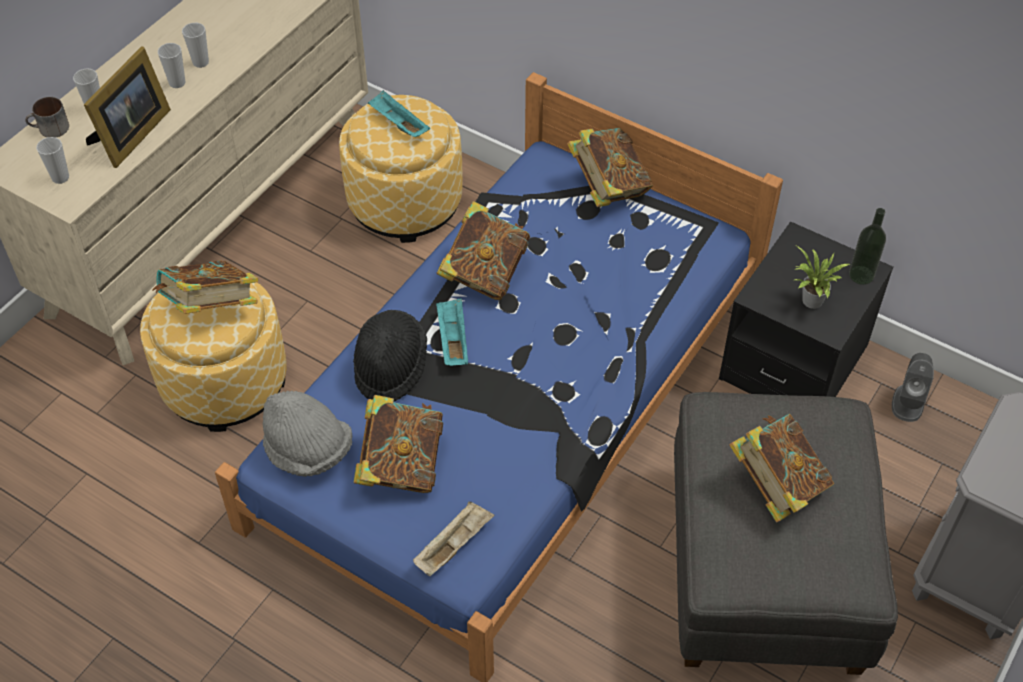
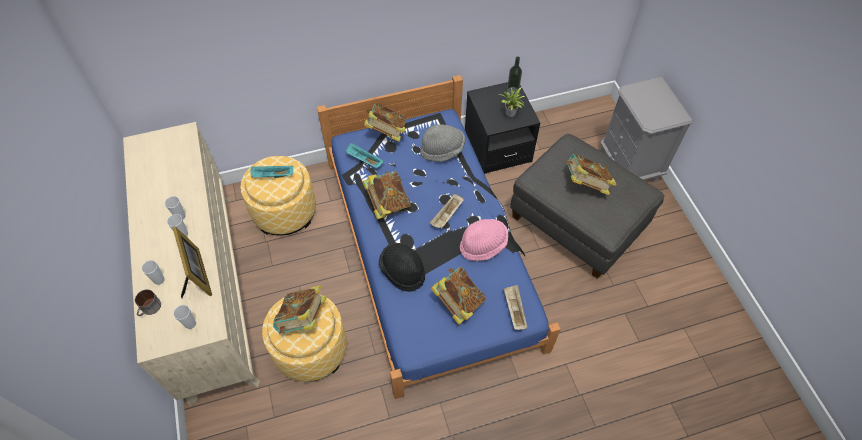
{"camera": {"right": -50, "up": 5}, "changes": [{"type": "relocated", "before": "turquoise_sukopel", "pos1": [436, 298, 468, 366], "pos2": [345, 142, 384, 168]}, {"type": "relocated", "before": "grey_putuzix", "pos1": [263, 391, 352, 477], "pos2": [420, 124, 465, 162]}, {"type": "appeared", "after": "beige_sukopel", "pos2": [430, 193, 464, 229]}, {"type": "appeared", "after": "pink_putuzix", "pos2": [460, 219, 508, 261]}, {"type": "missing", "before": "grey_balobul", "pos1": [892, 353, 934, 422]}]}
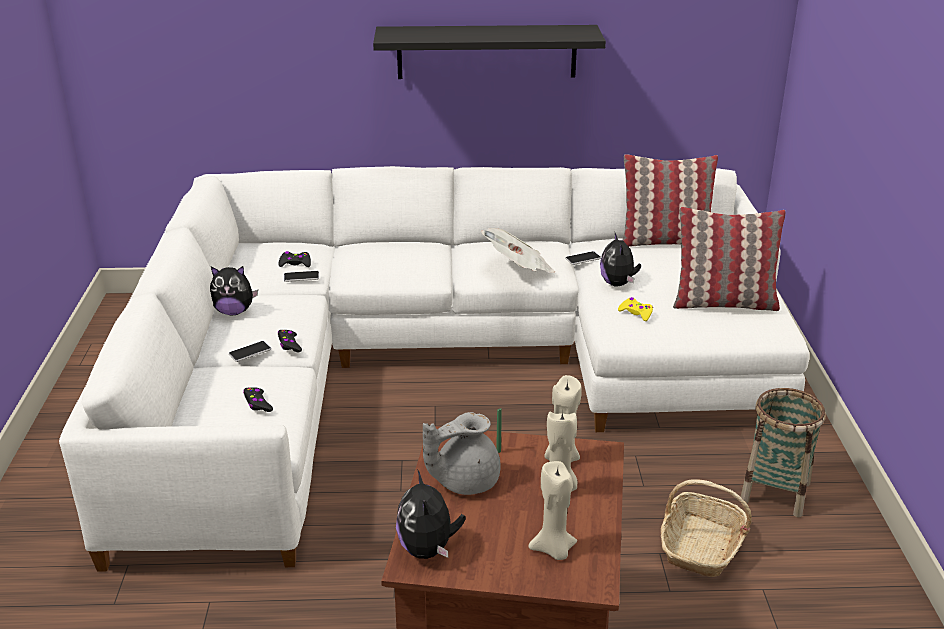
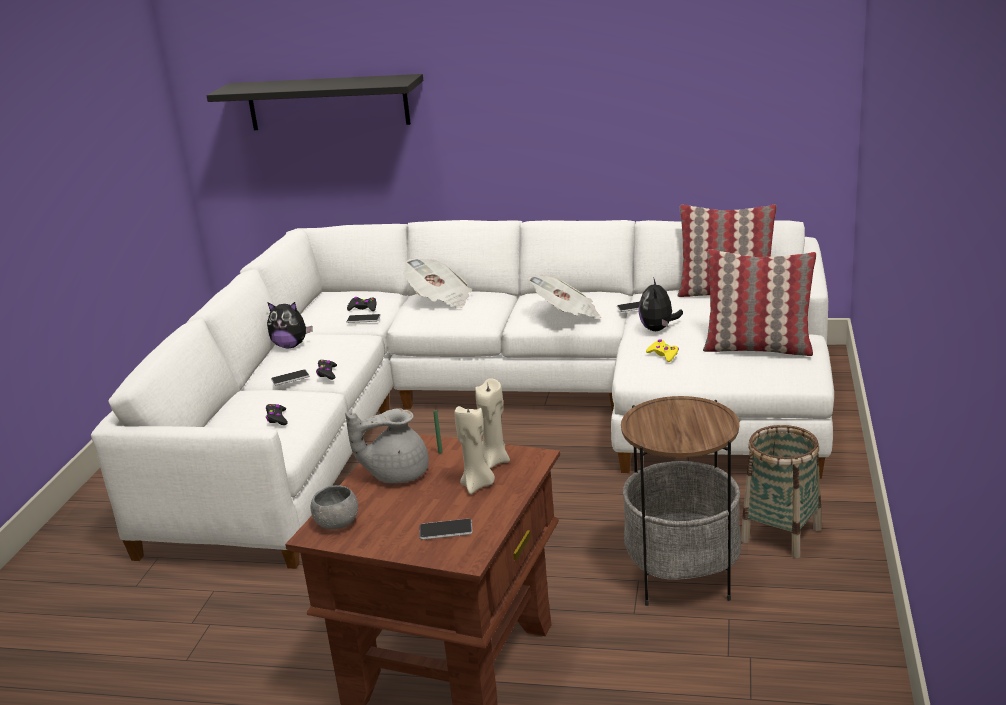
{"camera": {"right": 15, "up": -5}, "changes": [{"type": "relocated", "before": "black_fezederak", "pos1": [373, 25, 606, 79], "pos2": [206, 74, 423, 130]}, {"type": "exchanged", "before": "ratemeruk", "after": "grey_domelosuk", "pos1": [396, 469, 466, 559], "pos2": [310, 485, 358, 529]}, {"type": "appeared", "after": "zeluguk", "pos2": [403, 258, 472, 308]}, {"type": "exchanged", "before": "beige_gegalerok", "after": "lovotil", "pos1": [528, 461, 577, 560], "pos2": [419, 519, 473, 540]}, {"type": "exchanged", "before": "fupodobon", "after": "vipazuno", "pos1": [661, 479, 752, 577], "pos2": [621, 396, 741, 606]}]}
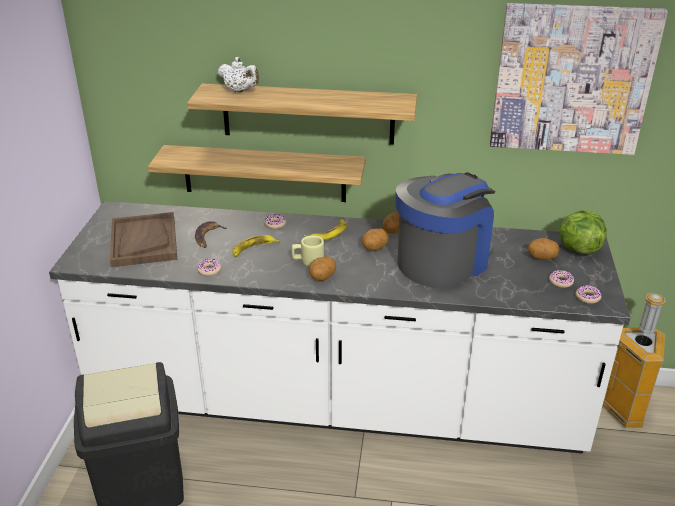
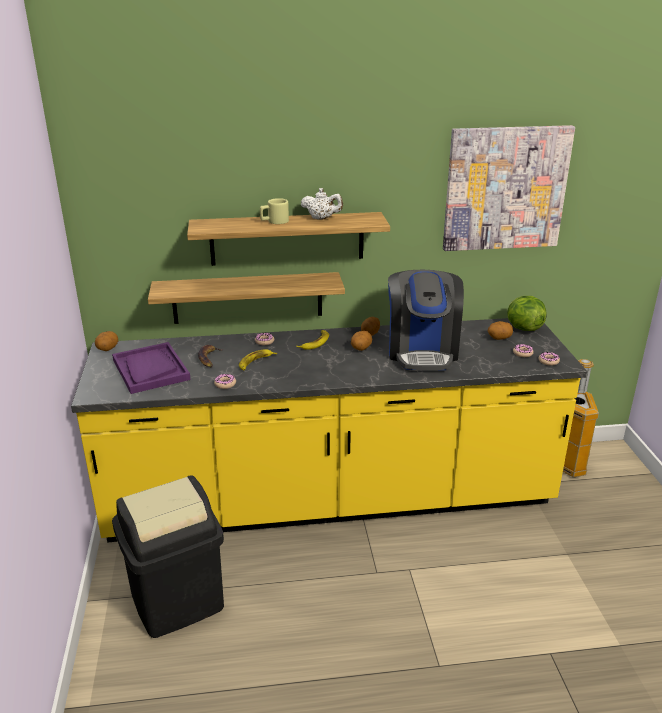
{"camera": {"right": -15, "up": -5}, "changes": [{"type": "colour", "before": "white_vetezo", "after": "yellow_vetezo", "pos1": [49, 201, 630, 454], "pos2": [71, 318, 587, 543]}, {"type": "relocated", "before": "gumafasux", "pos1": [309, 256, 336, 281], "pos2": [95, 331, 118, 351]}, {"type": "colour", "before": "brown_sukopel", "after": "purple_sukopel", "pos1": [110, 212, 177, 267], "pos2": [112, 342, 191, 394]}, {"type": "relocated", "before": "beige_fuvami", "pos1": [291, 235, 324, 266], "pos2": [260, 198, 289, 224]}, {"type": "relocated", "before": "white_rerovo", "pos1": [218, 57, 259, 92], "pos2": [301, 188, 343, 220]}, {"type": "spun", "before": "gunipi", "pos1": [396, 173, 496, 289], "pos2": [388, 270, 464, 370], "turn": 150}]}
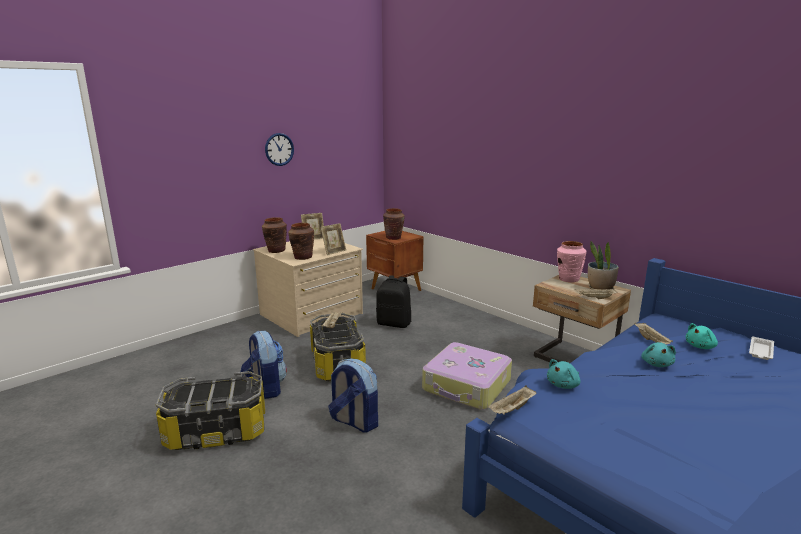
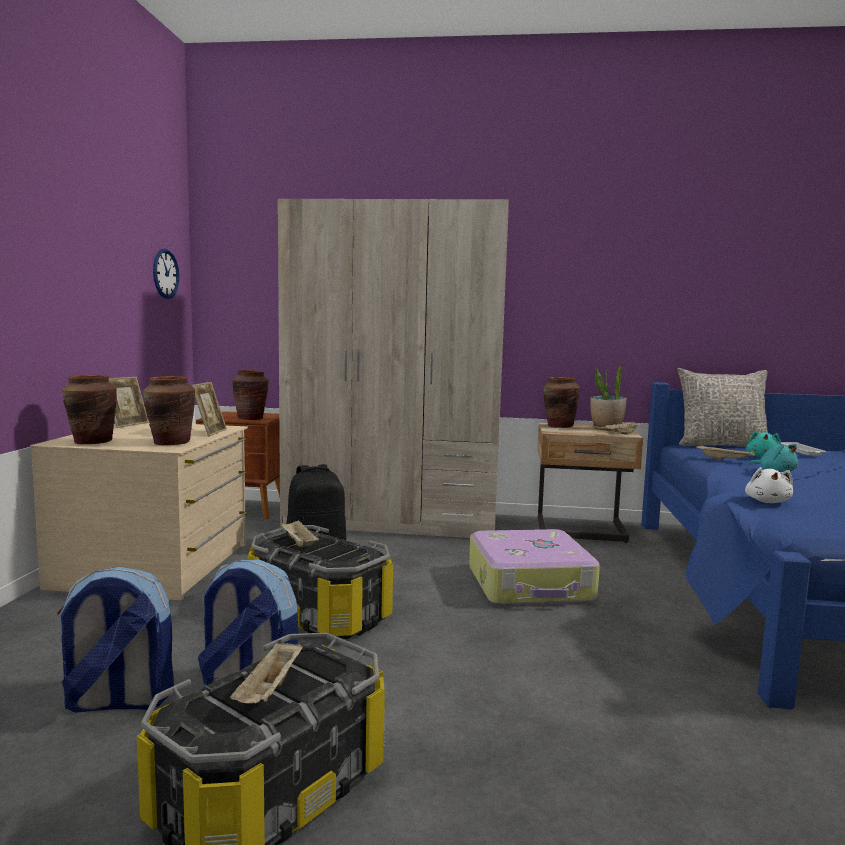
{"camera": {"right": -40, "up": -10}, "changes": [{"type": "relocated", "before": "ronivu", "pos1": [328, 358, 378, 433], "pos2": [57, 567, 174, 713]}, {"type": "relocated", "before": "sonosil", "pos1": [265, 133, 294, 166], "pos2": [153, 249, 179, 299]}, {"type": "relocated", "before": "beige_sukopel", "pos1": [488, 386, 536, 415], "pos2": [230, 640, 303, 703]}, {"type": "appeared", "after": "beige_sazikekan", "pos2": [278, 199, 509, 538]}, {"type": "colour", "before": "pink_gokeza", "after": "brown_gokeza", "pos1": [557, 241, 587, 282], "pos2": [543, 377, 580, 428]}, {"type": "appeared", "after": "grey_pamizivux", "pos2": [677, 368, 768, 447]}, {"type": "colour", "before": "turquoise_ratemeruk", "after": "white_ratemeruk", "pos1": [547, 359, 581, 389], "pos2": [745, 467, 793, 503]}]}
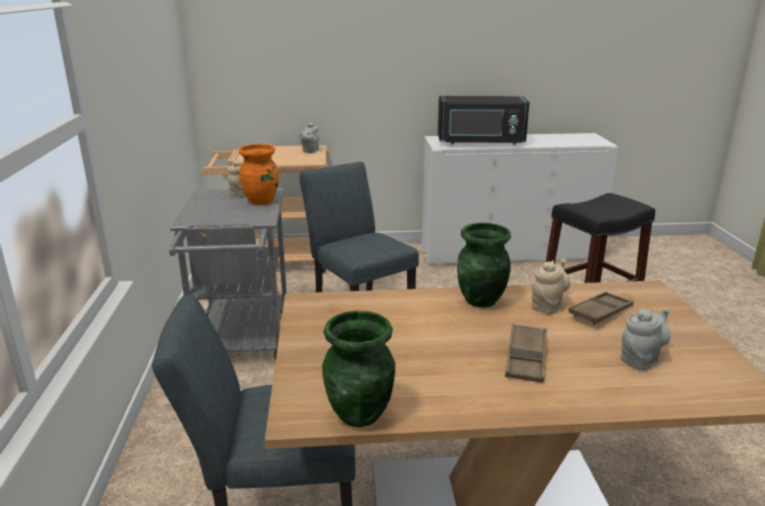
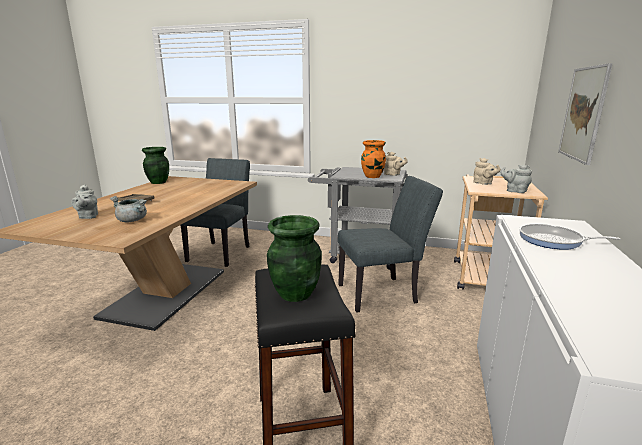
{"camera": {"right": 110, "up": -5}, "changes": [{"type": "exchanged", "before": "brown_sukopel", "after": "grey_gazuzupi", "pos1": [569, 292, 633, 324], "pos2": [110, 196, 147, 222]}, {"type": "relocated", "before": "green_gokeza", "pos1": [457, 223, 511, 308], "pos2": [267, 215, 322, 302]}, {"type": "relocated", "before": "beige_rerovo", "pos1": [532, 259, 570, 314], "pos2": [473, 158, 501, 185]}, {"type": "exchanged", "before": "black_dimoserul", "after": "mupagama", "pos1": [438, 96, 530, 145], "pos2": [519, 224, 620, 250]}, {"type": "appeared", "after": "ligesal", "pos2": [558, 63, 613, 165]}]}
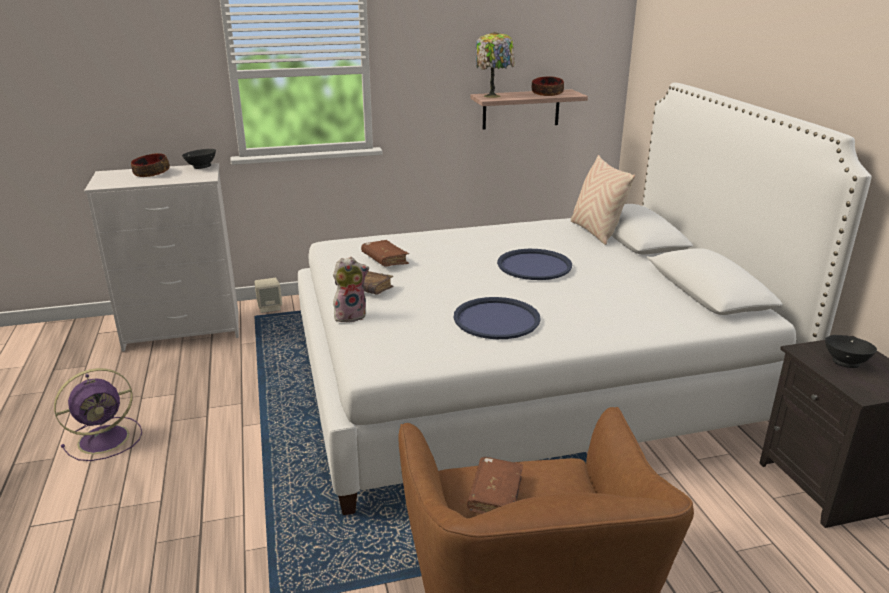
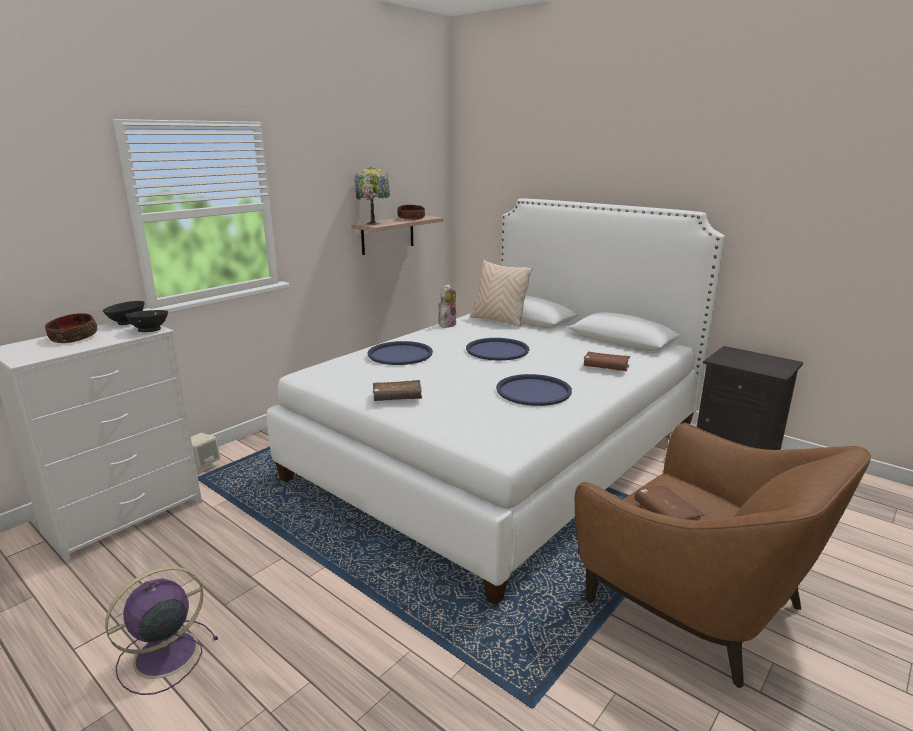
{"camera": {"right": -35, "up": -5}, "changes": [{"type": "spun", "before": "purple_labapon", "pos1": [54, 368, 142, 461], "pos2": [105, 566, 218, 695], "turn": -150}, {"type": "relocated", "before": "black_domelosuk", "pos1": [825, 335, 877, 368], "pos2": [125, 310, 168, 332]}, {"type": "appeared", "after": "blue_sukopel", "pos2": [367, 341, 433, 365]}, {"type": "relocated", "before": "ratemeruk", "pos1": [333, 257, 369, 322], "pos2": [438, 284, 457, 328]}, {"type": "relocated", "before": "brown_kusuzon", "pos1": [361, 240, 409, 266], "pos2": [583, 352, 630, 371]}]}
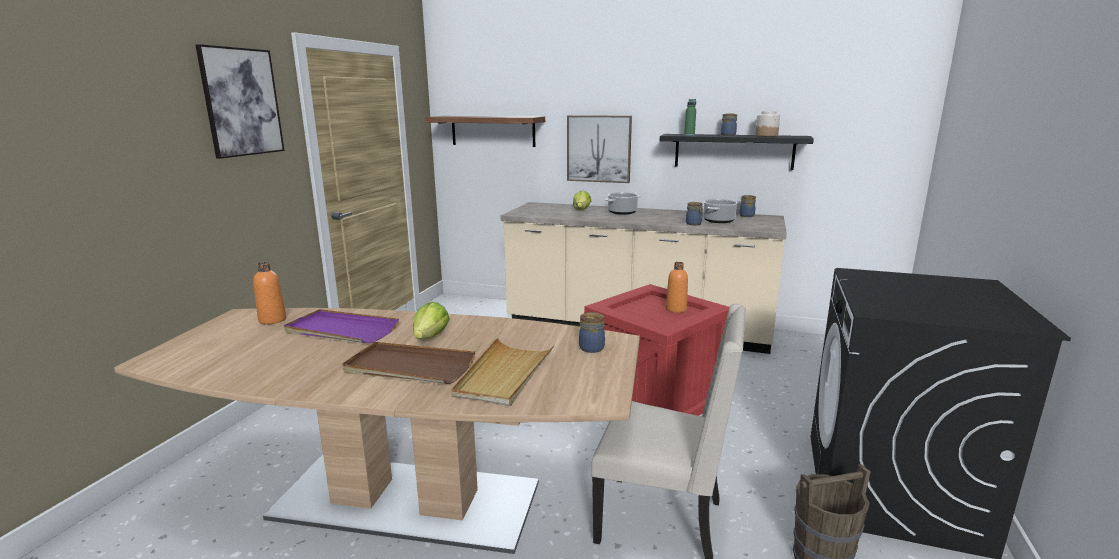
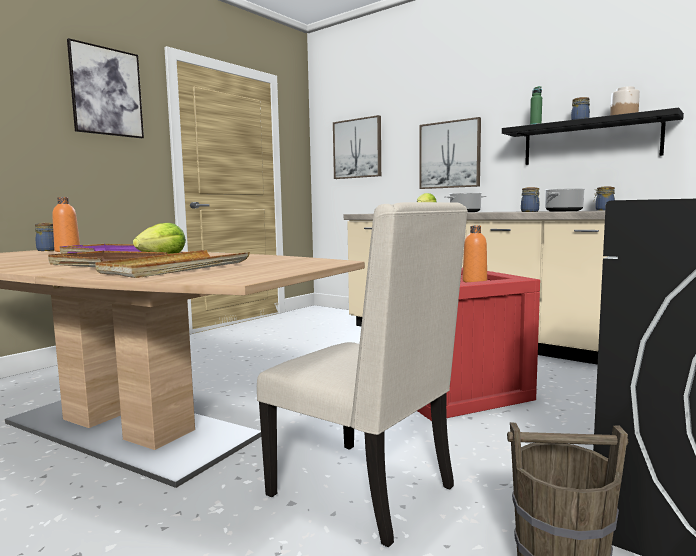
{"camera": {"right": 20, "up": -10}, "changes": [{"type": "relocated", "before": "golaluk", "pos1": [579, 312, 605, 353], "pos2": [35, 223, 55, 251]}, {"type": "exchanged", "before": "fezederak", "after": "ligesal", "pos1": [425, 116, 545, 147], "pos2": [333, 115, 381, 179]}]}
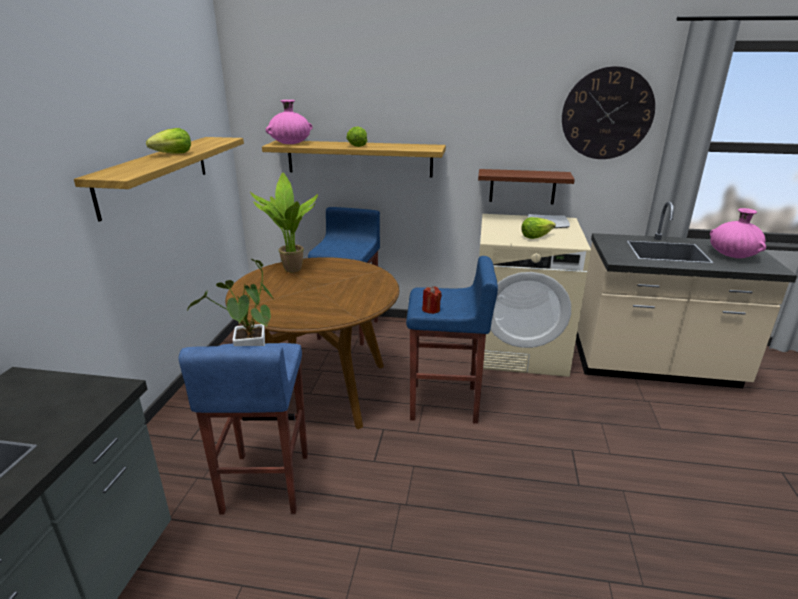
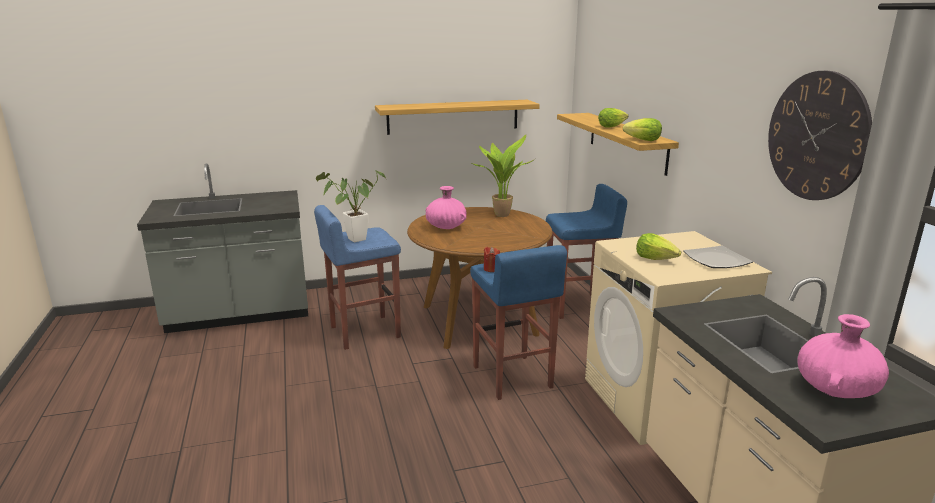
{"camera": {"right": 65, "up": -5}, "changes": [{"type": "relocated", "before": "pink_gokeza", "pos1": [266, 100, 313, 144], "pos2": [426, 186, 467, 229]}, {"type": "relocated", "before": "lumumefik", "pos1": [146, 128, 191, 154], "pos2": [623, 118, 662, 141]}, {"type": "missing", "before": "brown_fezederak", "pos1": [478, 169, 575, 204]}]}
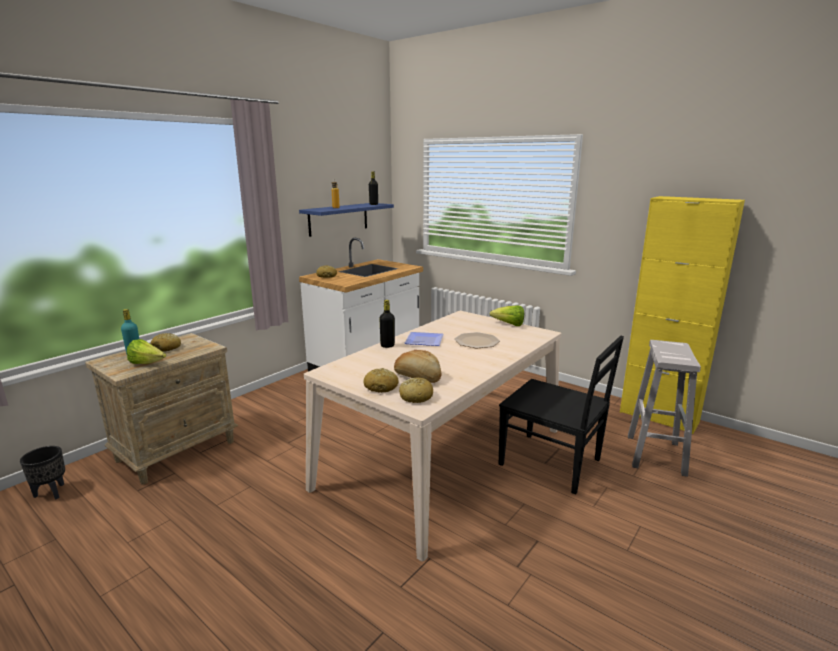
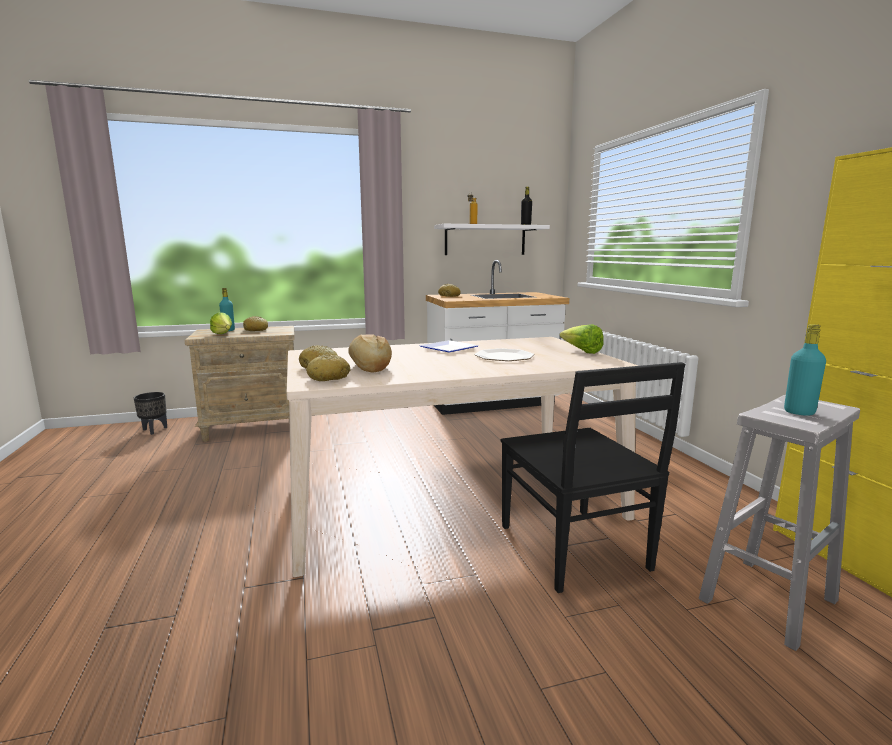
{"camera": {"right": 35, "up": -5}, "changes": [{"type": "colour", "before": "blue_fezederak", "after": "white_fezederak", "pos1": [299, 203, 394, 237], "pos2": [434, 224, 550, 255]}, {"type": "appeared", "after": "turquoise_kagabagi", "pos2": [784, 324, 826, 416]}, {"type": "missing", "before": "black_kagabagi", "pos1": [379, 300, 395, 348]}]}
